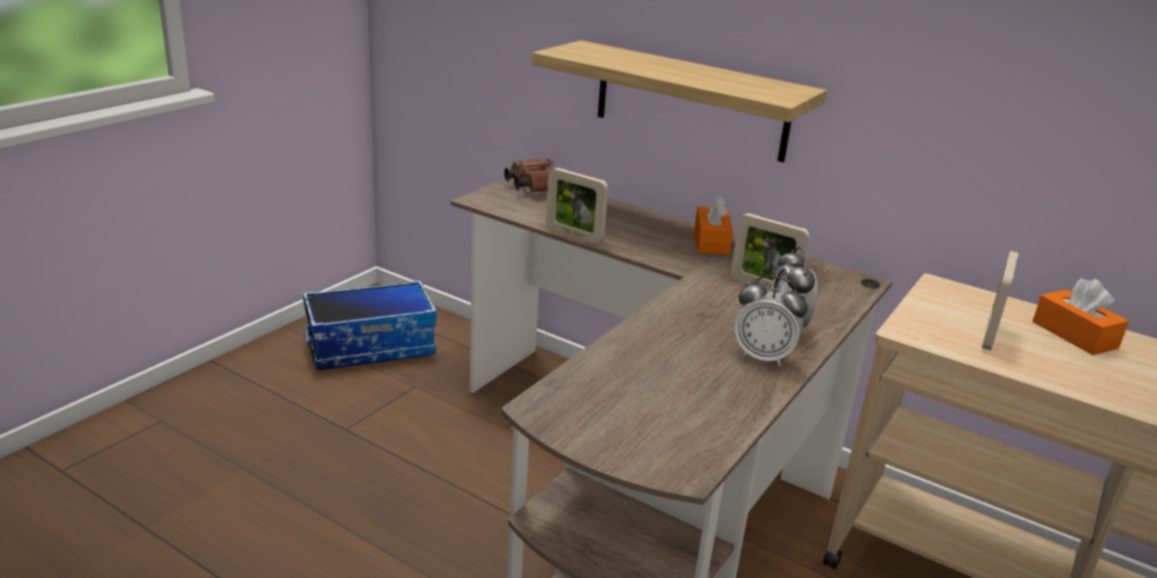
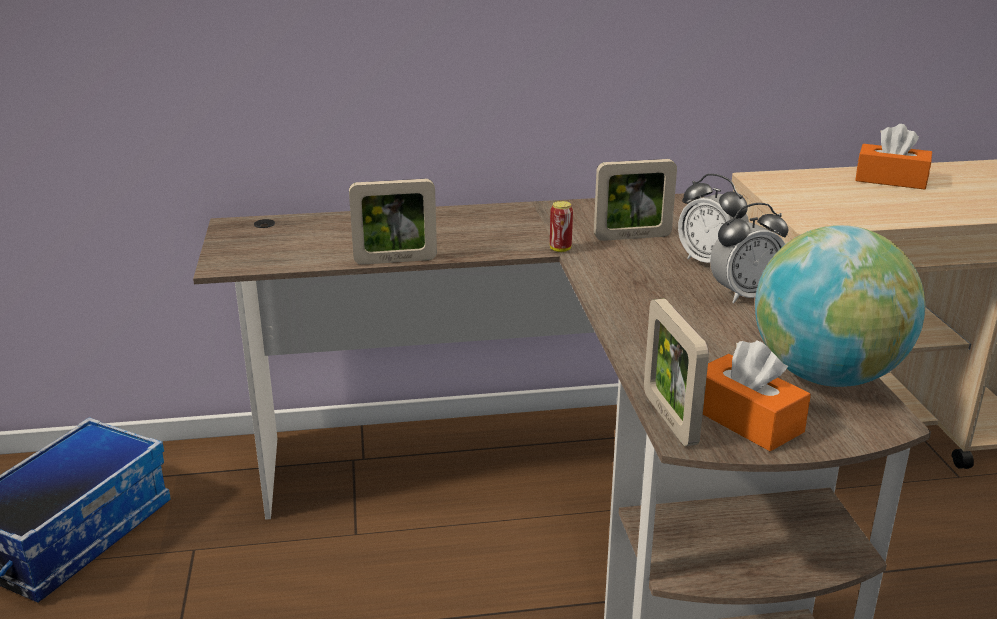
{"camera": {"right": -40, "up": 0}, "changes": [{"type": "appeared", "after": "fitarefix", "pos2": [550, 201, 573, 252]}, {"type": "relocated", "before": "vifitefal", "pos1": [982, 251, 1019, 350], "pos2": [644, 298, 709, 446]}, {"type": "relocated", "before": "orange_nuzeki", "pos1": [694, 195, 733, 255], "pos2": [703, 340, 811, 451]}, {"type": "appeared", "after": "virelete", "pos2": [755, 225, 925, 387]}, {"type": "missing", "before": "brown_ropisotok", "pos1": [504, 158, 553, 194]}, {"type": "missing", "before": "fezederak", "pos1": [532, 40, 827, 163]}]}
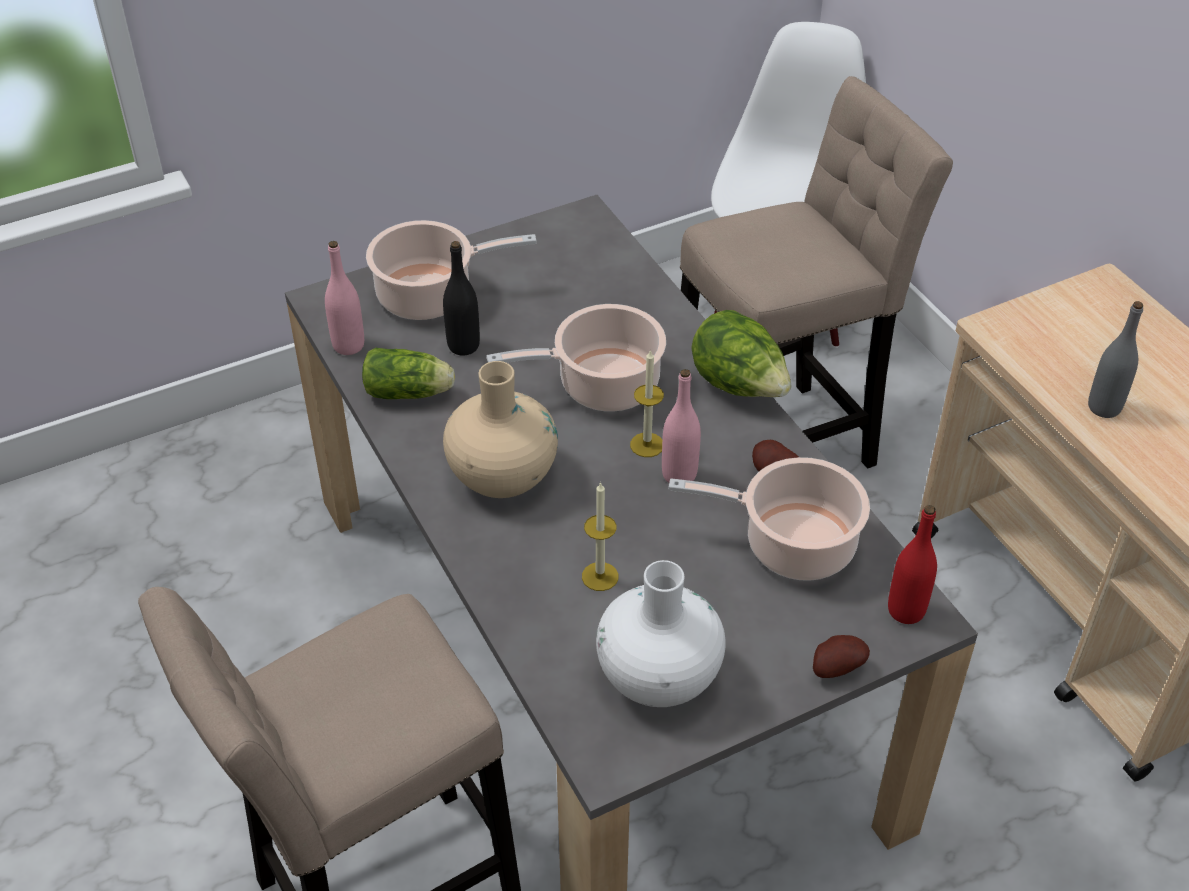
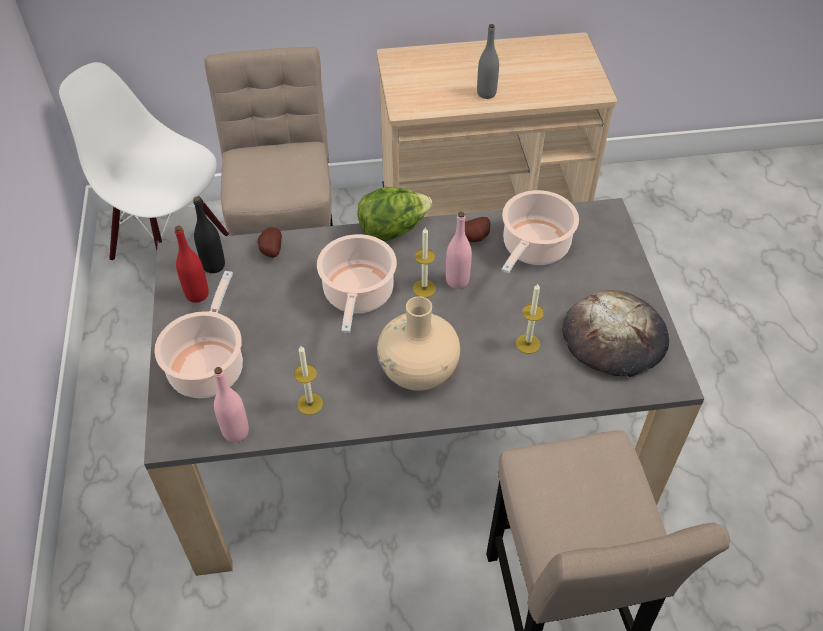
{"camera": {"right": -70, "up": 5}, "changes": [{"type": "relocated", "before": "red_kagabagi", "pos1": [888, 505, 937, 624], "pos2": [175, 226, 209, 303]}, {"type": "relocated", "before": "black_kagabagi", "pos1": [443, 241, 480, 356], "pos2": [193, 196, 225, 273]}, {"type": "relocated", "before": "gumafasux", "pos1": [813, 635, 870, 678], "pos2": [257, 227, 282, 258]}, {"type": "exchanged", "before": "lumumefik", "after": "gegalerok", "pos1": [362, 348, 455, 399], "pos2": [294, 346, 323, 415]}, {"type": "exchanged", "before": "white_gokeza", "after": "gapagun", "pos1": [596, 560, 726, 707], "pos2": [562, 290, 669, 377]}]}
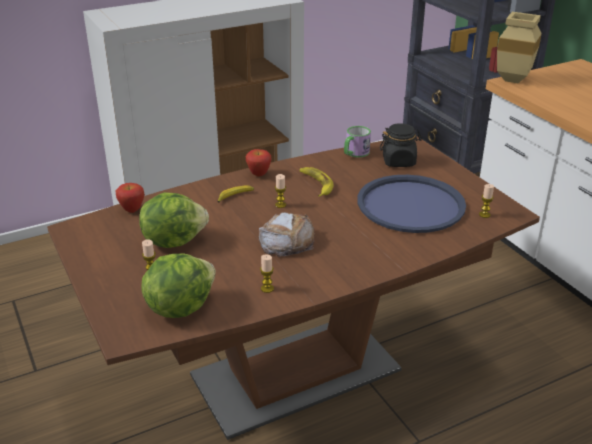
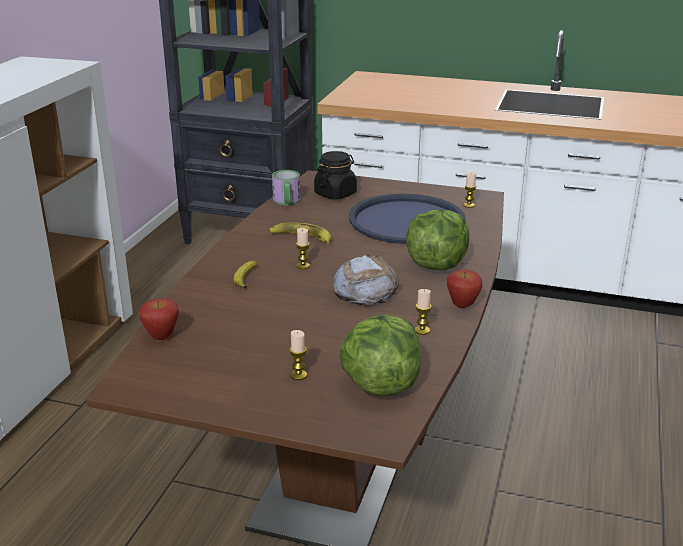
{"camera": {"right": -45, "up": -5}, "changes": [{"type": "relocated", "before": "lumumefik", "pos1": [139, 192, 209, 248], "pos2": [406, 209, 469, 271]}, {"type": "relocated", "before": "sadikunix", "pos1": [246, 149, 272, 176], "pos2": [447, 269, 482, 308]}, {"type": "missing", "before": "beige_gokeza", "pos1": [497, 12, 542, 83]}]}
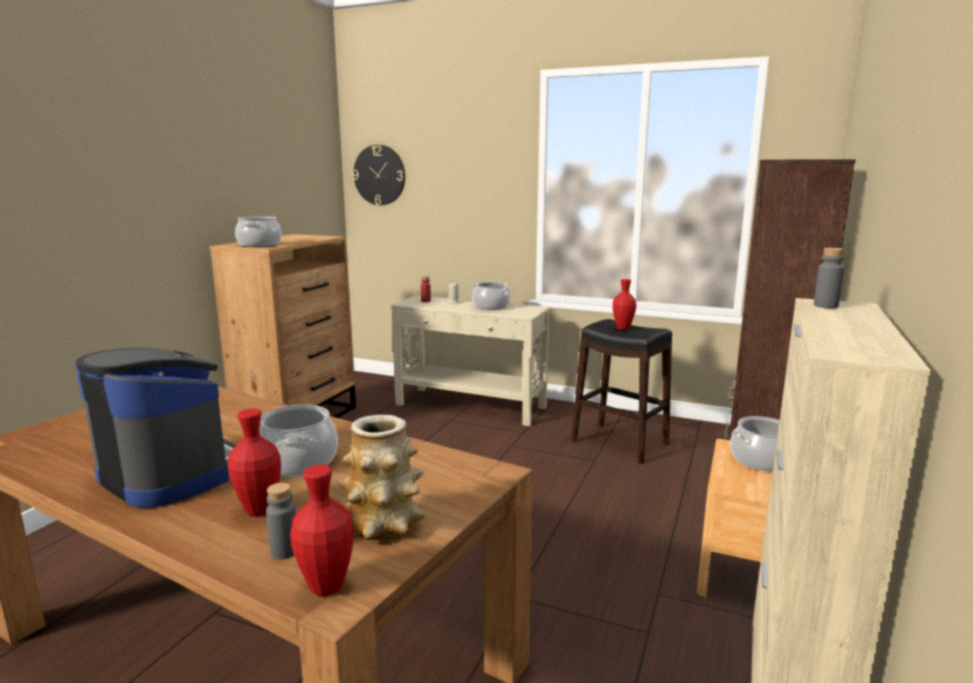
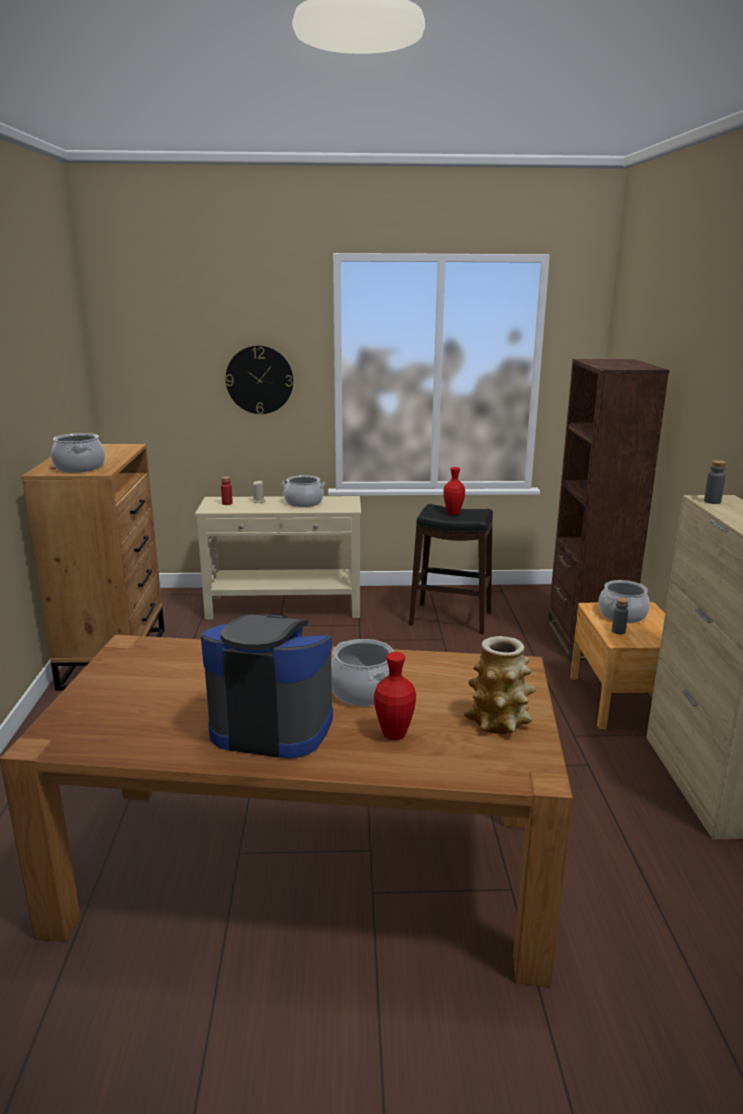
{"camera": {"right": -25, "up": 5}, "changes": [{"type": "relocated", "before": "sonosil", "pos1": [353, 145, 405, 205], "pos2": [226, 346, 293, 414]}, {"type": "relocated", "before": "grey_kagabagi", "pos1": [266, 483, 296, 559], "pos2": [612, 598, 628, 634]}, {"type": "missing", "before": "red_gokeza", "pos1": [290, 464, 353, 596]}]}
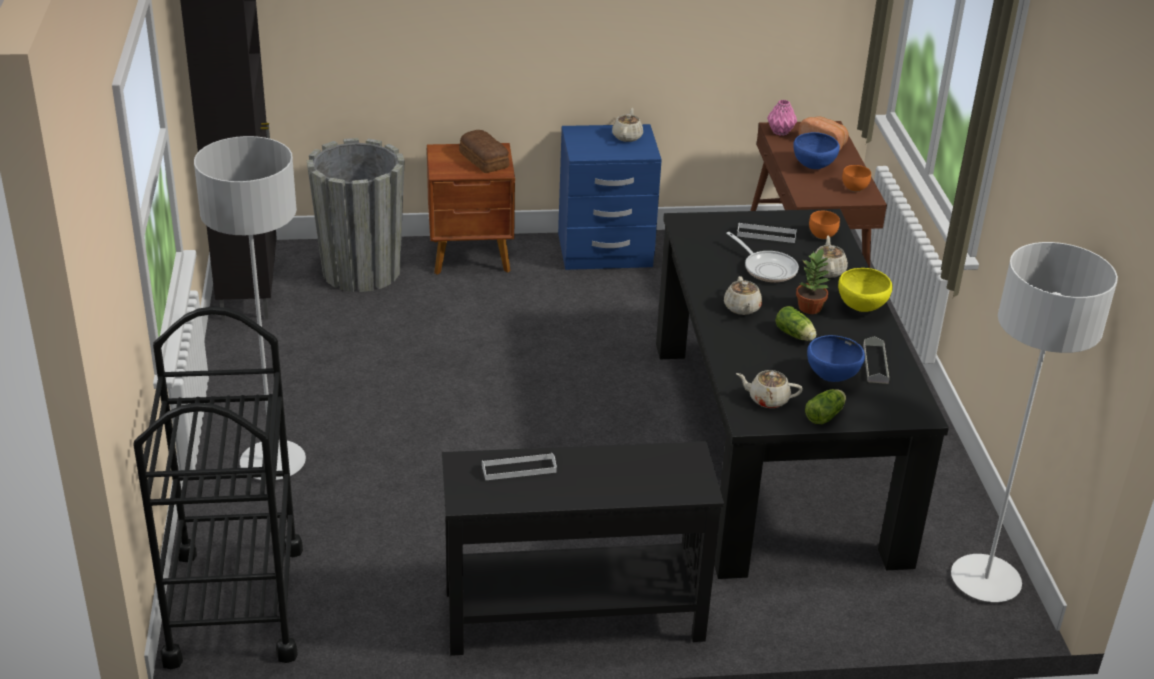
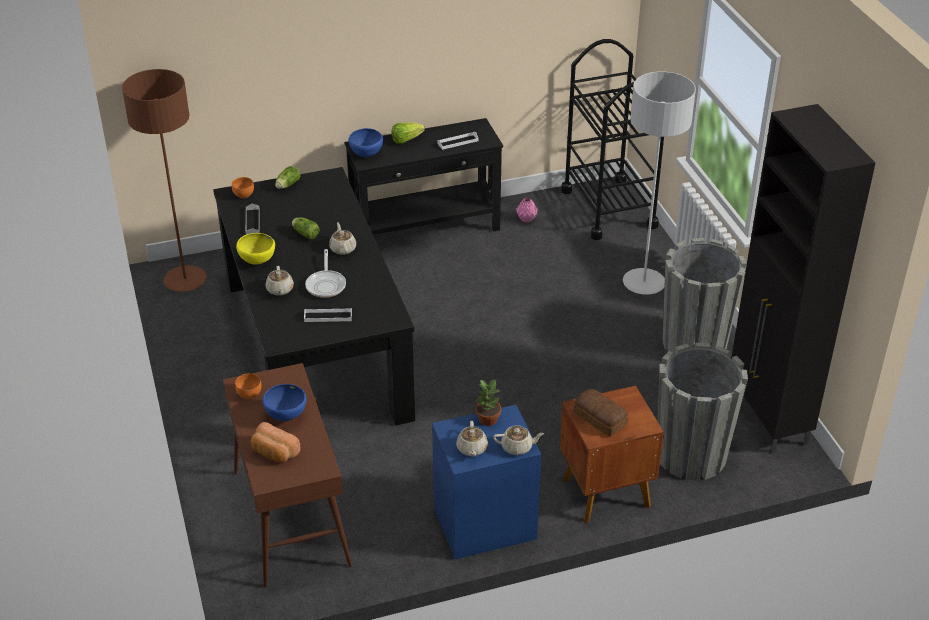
{"camera": {"right": 170, "up": 5}, "changes": [{"type": "colour", "before": "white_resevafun", "after": "brown_resevafun", "pos1": [951, 242, 1118, 602], "pos2": [122, 69, 206, 292]}, {"type": "relocated", "before": "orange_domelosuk", "pos1": [809, 211, 840, 239], "pos2": [232, 177, 254, 199]}, {"type": "spun", "before": "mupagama", "pos1": [726, 232, 799, 283], "pos2": [305, 249, 346, 298], "turn": -135}, {"type": "relocated", "before": "blue_domelosuk", "pos1": [807, 335, 865, 382], "pos2": [349, 128, 383, 157]}, {"type": "appeared", "after": "lumumefik", "pos2": [391, 122, 425, 144]}, {"type": "relocated", "before": "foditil", "pos1": [796, 249, 831, 314], "pos2": [476, 379, 501, 426]}, {"type": "relocated", "before": "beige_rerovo", "pos1": [736, 370, 803, 408], "pos2": [493, 425, 545, 455]}, {"type": "relocated", "before": "pink_gokeza", "pos1": [767, 100, 797, 136], "pos2": [516, 197, 538, 223]}, {"type": "appeared", "after": "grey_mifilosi", "pos2": [663, 238, 746, 355]}]}
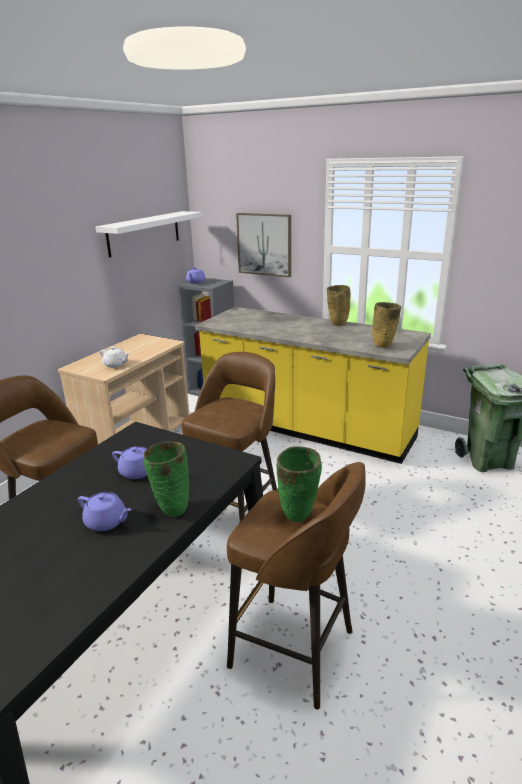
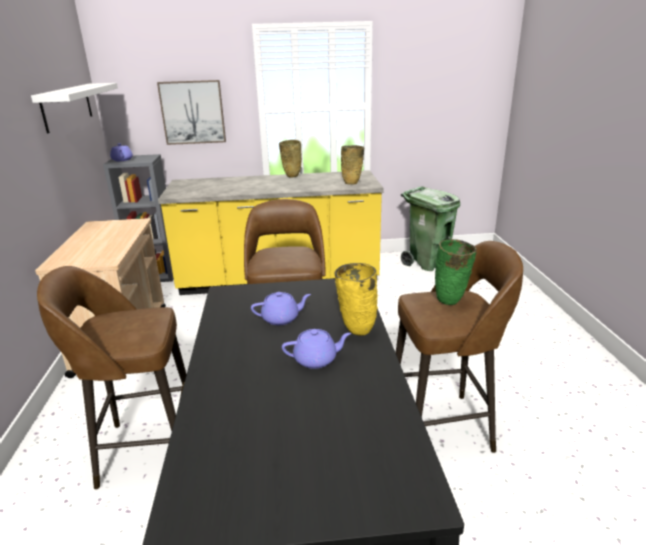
{"camera": {"right": -35, "up": 0}, "changes": [{"type": "colour", "before": "green_gokeza", "after": "yellow_gokeza", "pos1": [144, 441, 189, 517], "pos2": [334, 263, 378, 335]}, {"type": "missing", "before": "white_rerovo", "pos1": [100, 347, 129, 368]}]}
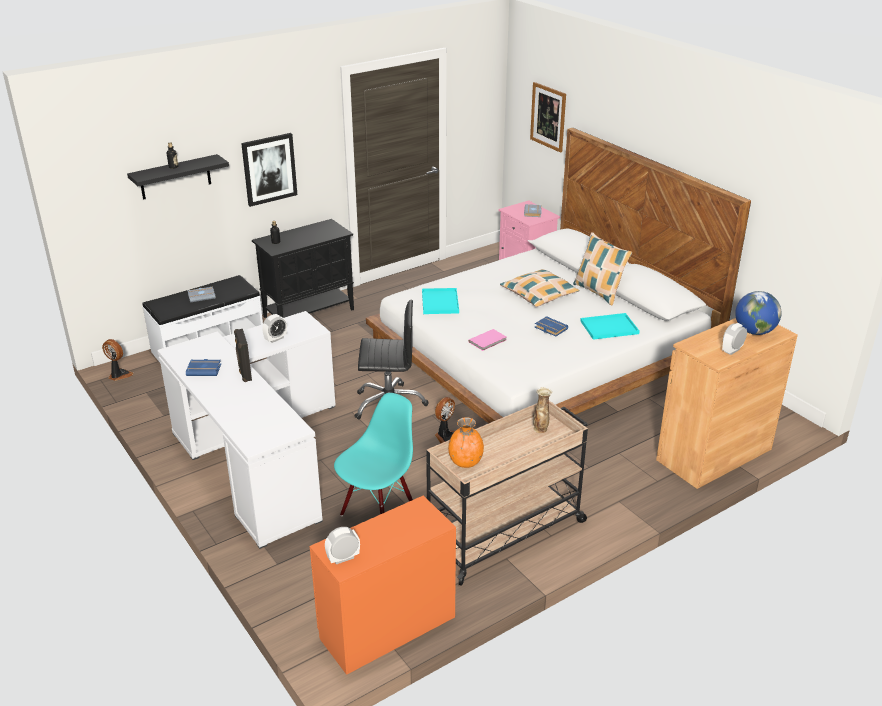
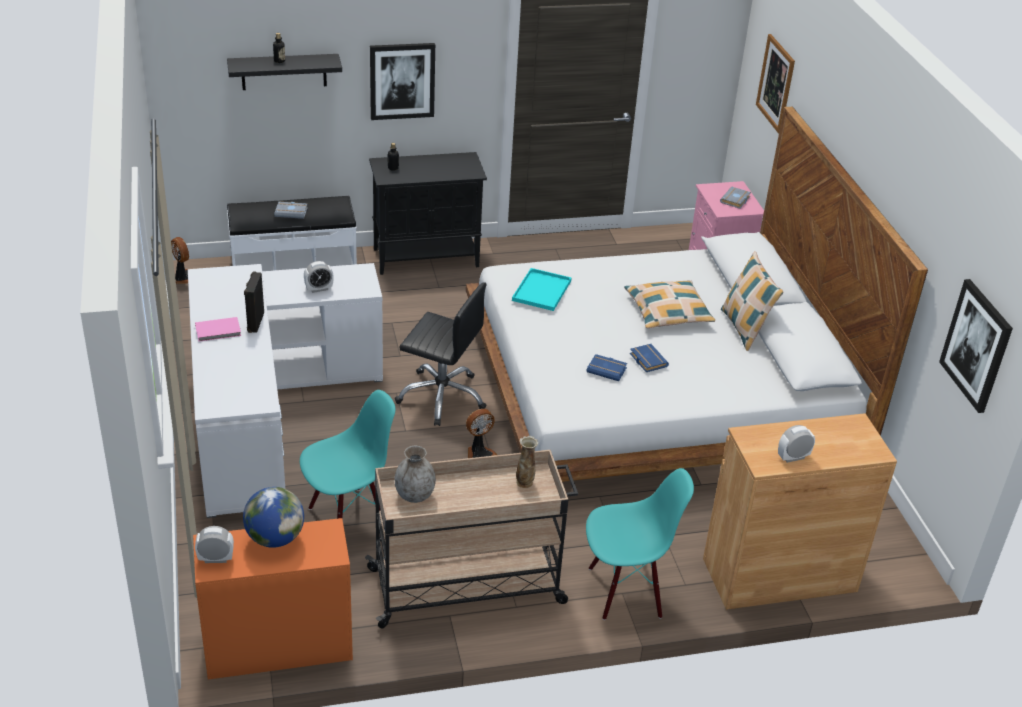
{"camera": {"right": 20, "up": 5}, "changes": [{"type": "relocated", "before": "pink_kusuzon", "pos1": [468, 329, 506, 351], "pos2": [195, 317, 241, 342]}, {"type": "relocated", "before": "virelete", "pos1": [735, 291, 782, 335], "pos2": [243, 487, 304, 548]}, {"type": "colour", "before": "orange_gokeza", "after": "grey_gokeza", "pos1": [448, 417, 484, 468], "pos2": [395, 446, 436, 503]}, {"type": "appeared", "after": "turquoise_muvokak", "pos2": [586, 468, 694, 620]}, {"type": "relocated", "before": "blue_kusuzon", "pos1": [186, 359, 221, 376], "pos2": [587, 354, 627, 381]}, {"type": "appeared", "after": "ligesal", "pos2": [939, 279, 1013, 413]}, {"type": "missing", "before": "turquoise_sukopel", "pos1": [580, 313, 640, 340]}]}
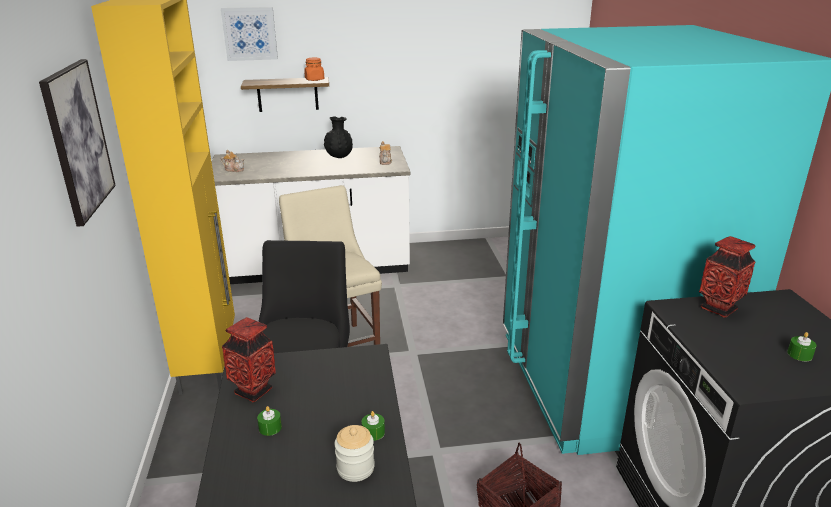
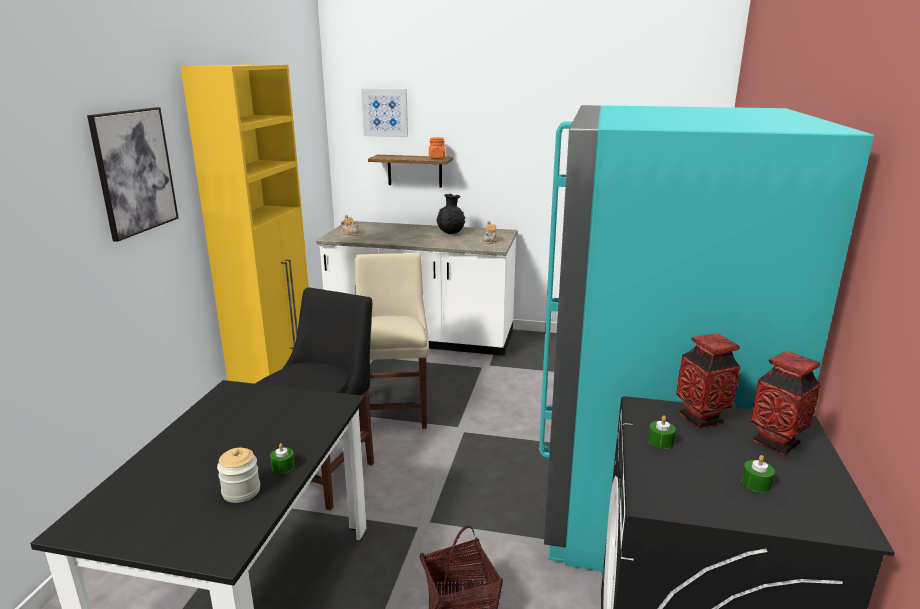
{"camera": {"right": 20, "up": -5}, "changes": [{"type": "relocated", "before": "green_gegalerok", "pos1": [257, 406, 282, 436], "pos2": [648, 415, 676, 449]}, {"type": "relocated", "before": "gokeza", "pos1": [222, 317, 276, 402], "pos2": [750, 351, 821, 455]}]}
